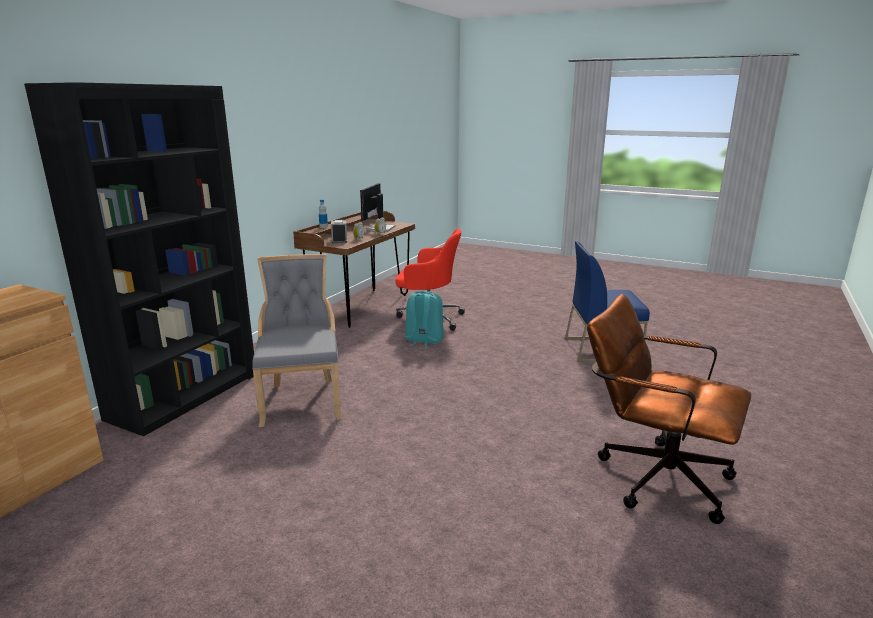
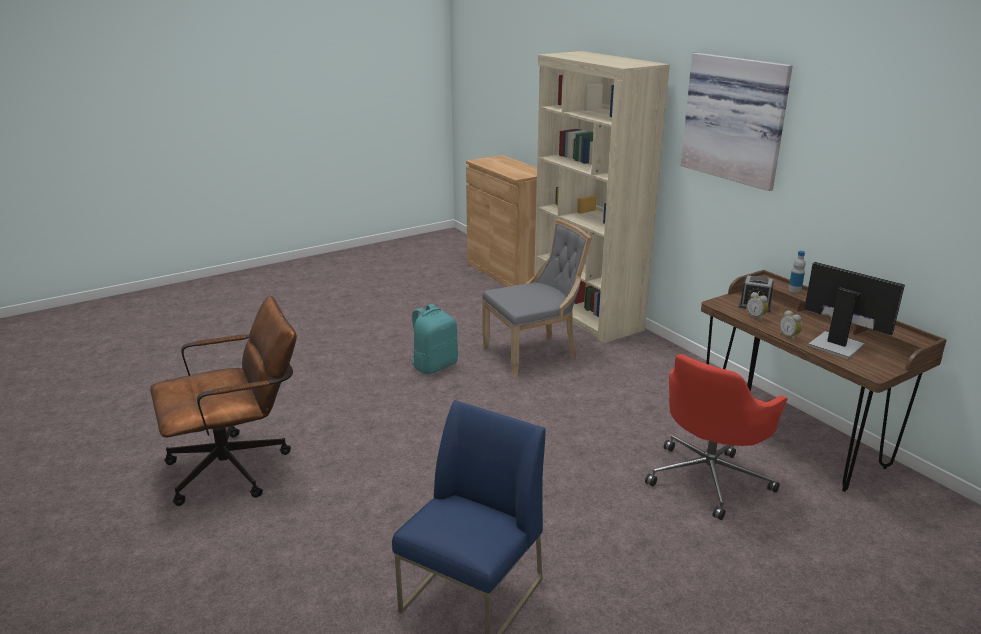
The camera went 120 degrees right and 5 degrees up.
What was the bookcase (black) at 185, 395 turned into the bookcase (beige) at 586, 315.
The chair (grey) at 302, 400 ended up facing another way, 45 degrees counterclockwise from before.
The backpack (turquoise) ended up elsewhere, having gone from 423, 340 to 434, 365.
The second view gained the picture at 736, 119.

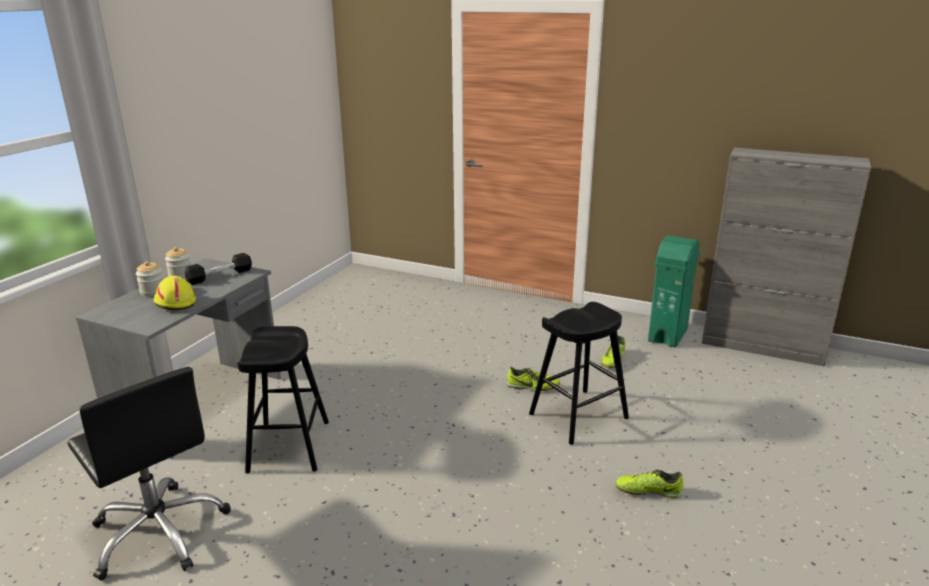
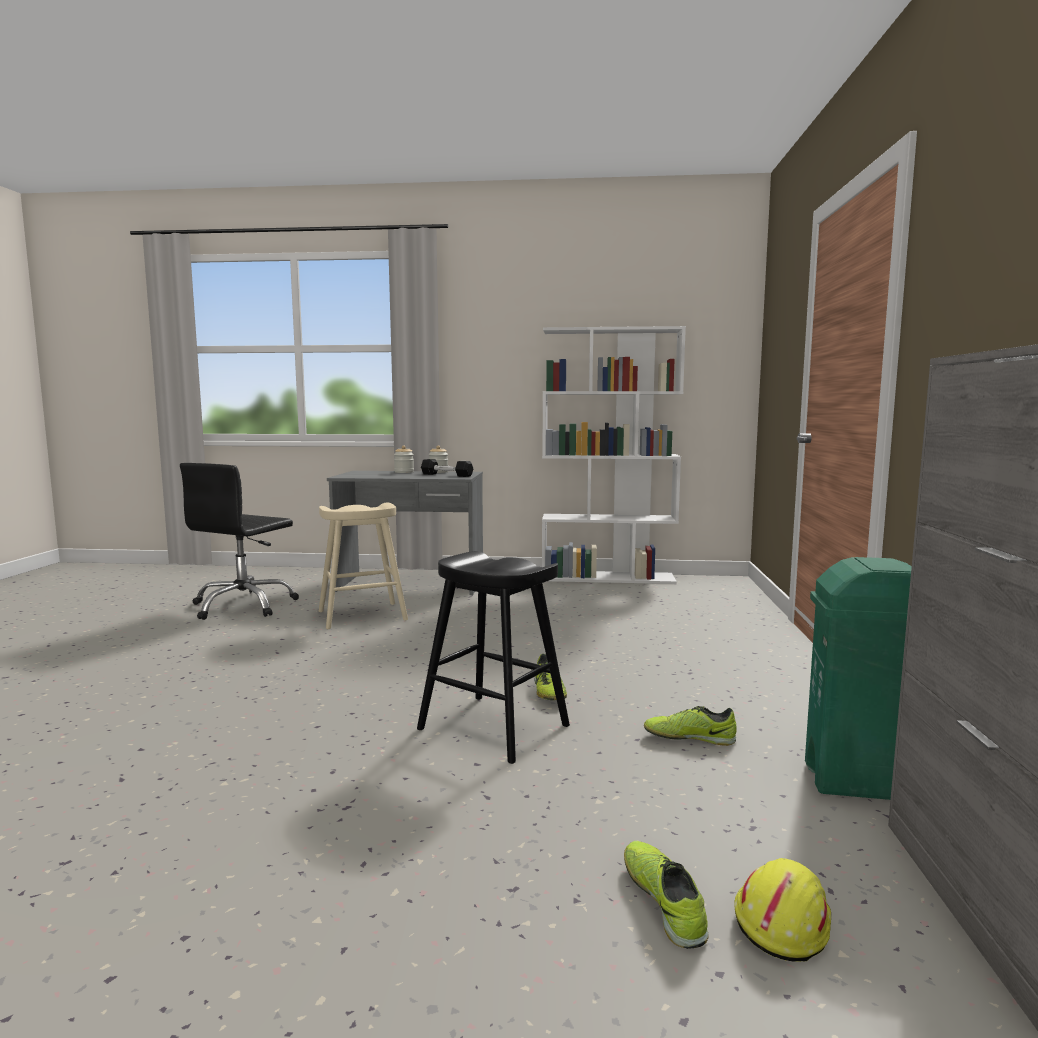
The camera went 70 degrees right and 15 degrees down.
The hard hat (yellow) ended up elsewhere, having gone from 174, 303 to 781, 922.
What was the stool (black) at 289, 446 turned into the stool (beige) at 362, 615.
The shoe ended up elsewhere, having gone from 648, 491 to 664, 901.
The second view gained the bookcase (white) at 608, 577.

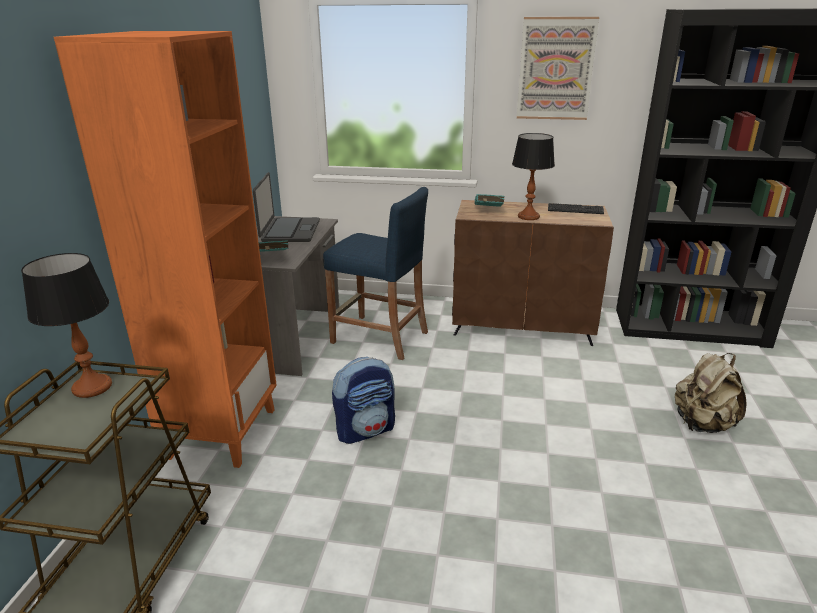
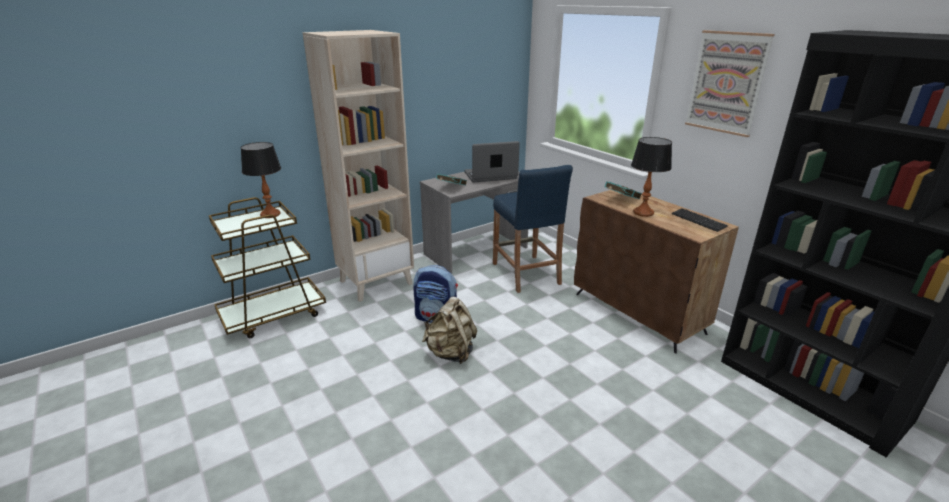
The camera went 45 degrees right and 0 degrees up.
What was the bookcase (orange) at 222, 432 turned into the bookcase (beige) at 376, 282.
The laptop at 289, 231 ended up facing another way, 150 degrees counterclockwise from before.
The backpack (beige) ended up elsewhere, having gone from 702, 424 to 451, 353.

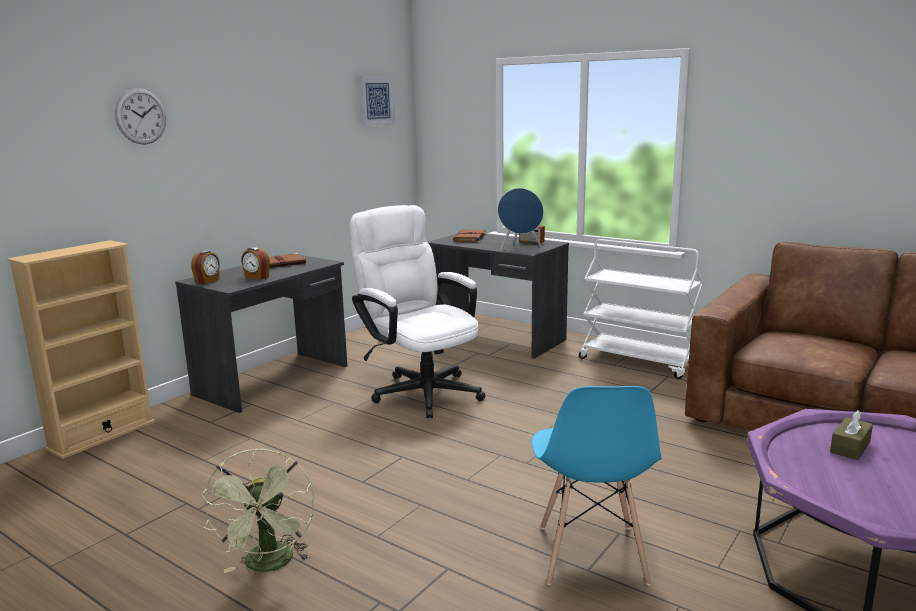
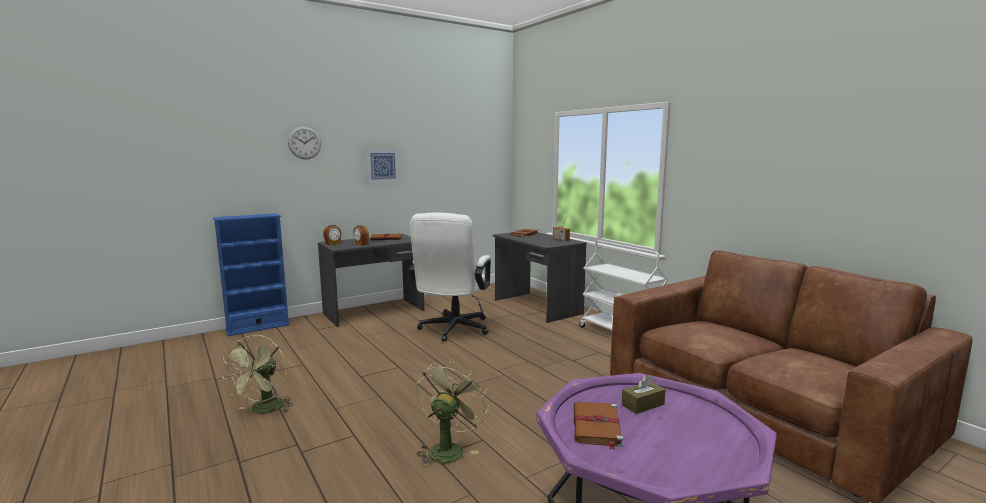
The camera went 20 degrees right and 5 degrees down.
The picture ended up elsewhere, having gone from 376, 100 to 382, 165.
The second view lost the speaker (blue) at 520, 247.
The office chair (white) at 421, 390 ended up facing another way, 150 degrees counterclockwise from before.
What was the bookcase (beige) at 102, 435 turned into the bookcase (blue) at 258, 327.
Where the chair (blue) stood at 591, 555, the fan (green) came to stand at 448, 449.
The second view gained the book (brown) at 596, 427.

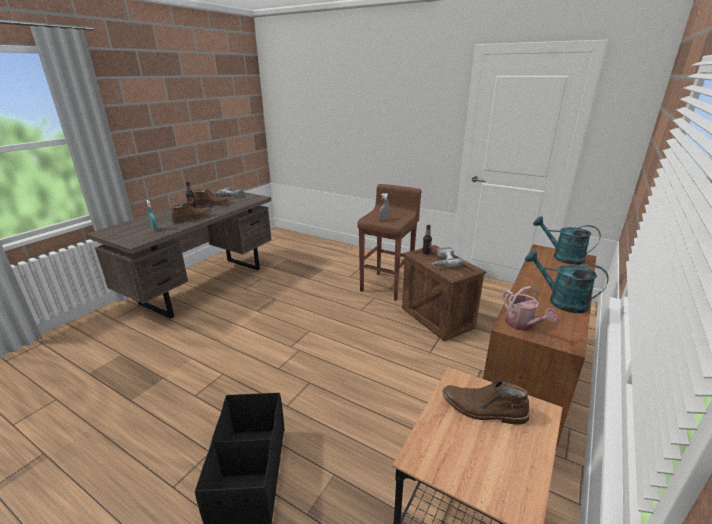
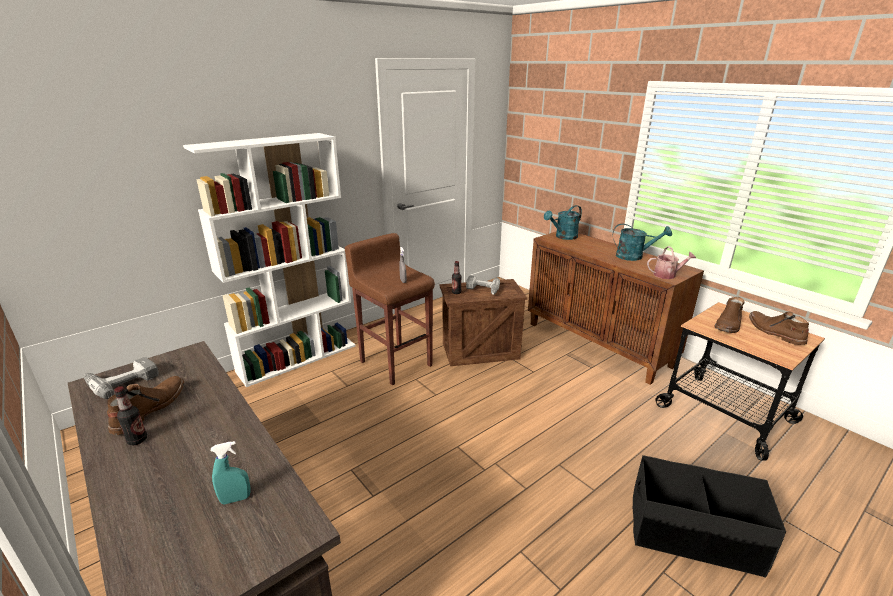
The camera went 70 degrees left and 0 degrees up.
The boot (brown) ended up elsewhere, having gone from 192, 218 to 774, 332.
The watering can (turquoise) at 560, 301 ended up facing another way, 135 degrees counterclockwise from before.
The second view gained the bookcase (white) at 298, 358.

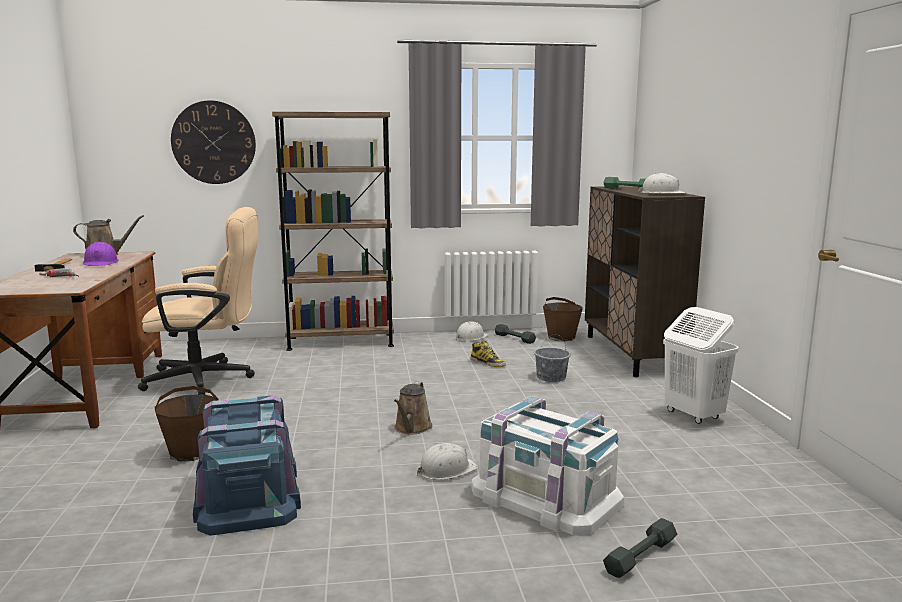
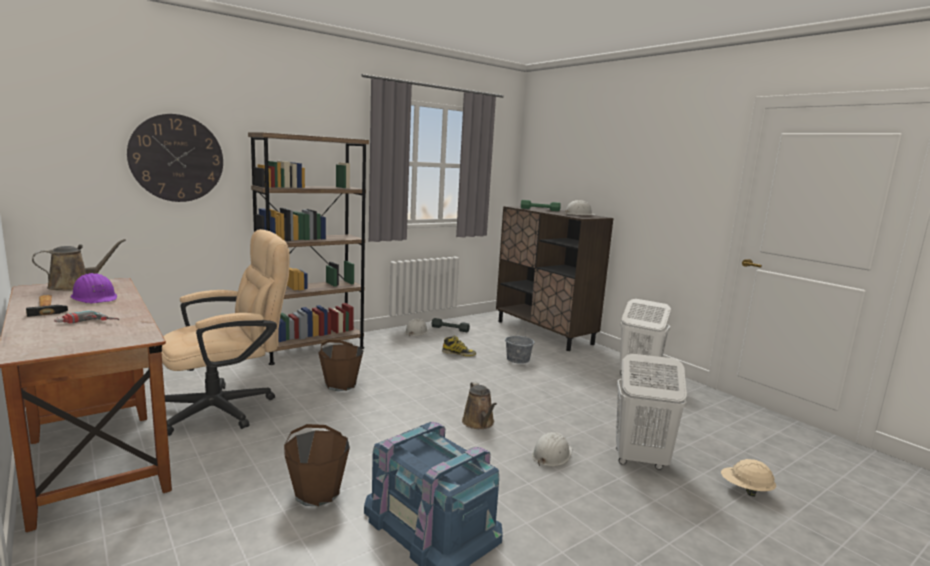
The camera went 30 degrees left and 0 degrees up.
The bucket (brown) ended up elsewhere, having gone from 561, 337 to 340, 384.
Where the storage box (white) stood at 545, 497, the laundry basket (white) came to stand at 639, 460.
Where the dumbbell (grey) stood at 640, 556, the hard hat (beige) came to stand at 745, 490.

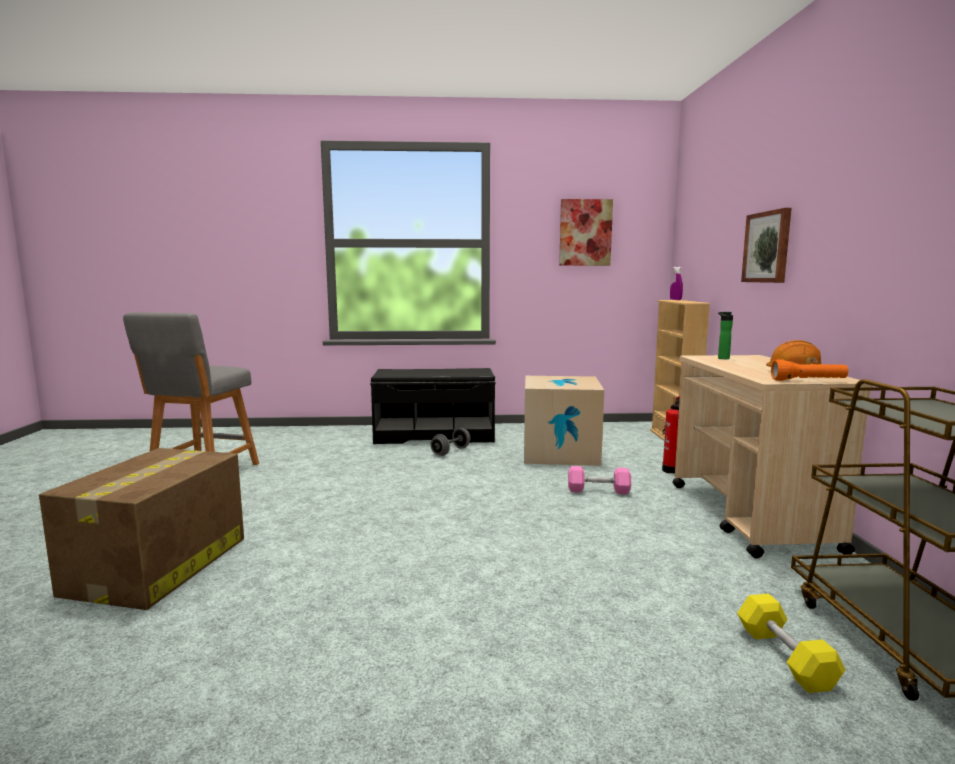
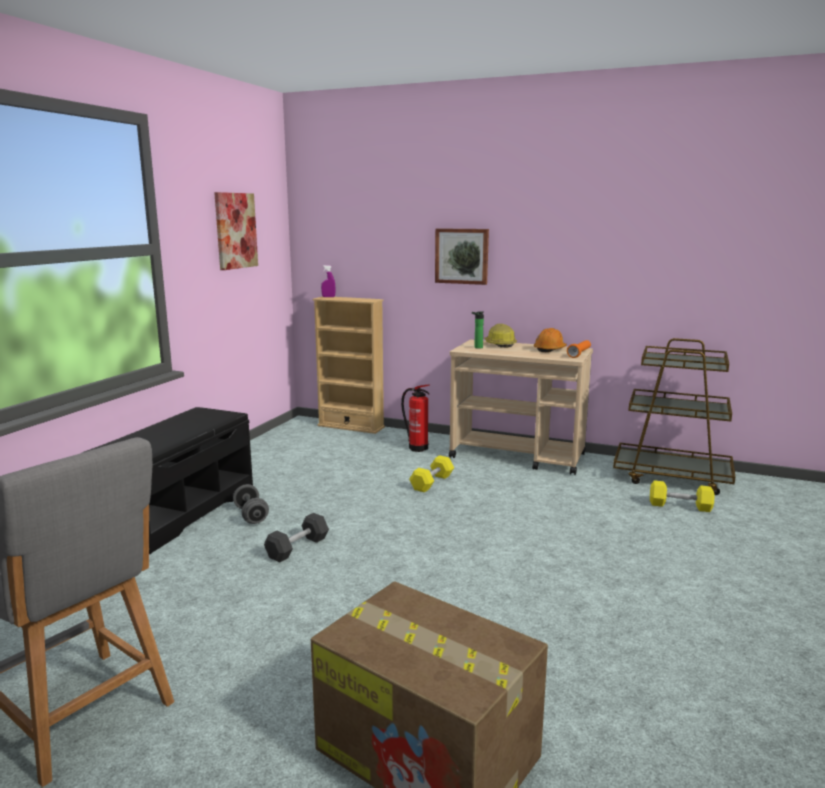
The camera went 65 degrees left and 5 degrees up.
The second view lost the cardboard box at 560, 453.
What was the dumbbell (pink) at 598, 490 turned into the dumbbell (yellow) at 432, 482.
The second view gained the hard hat at 499, 344.
The second view gained the dumbbell (grey) at 297, 548.

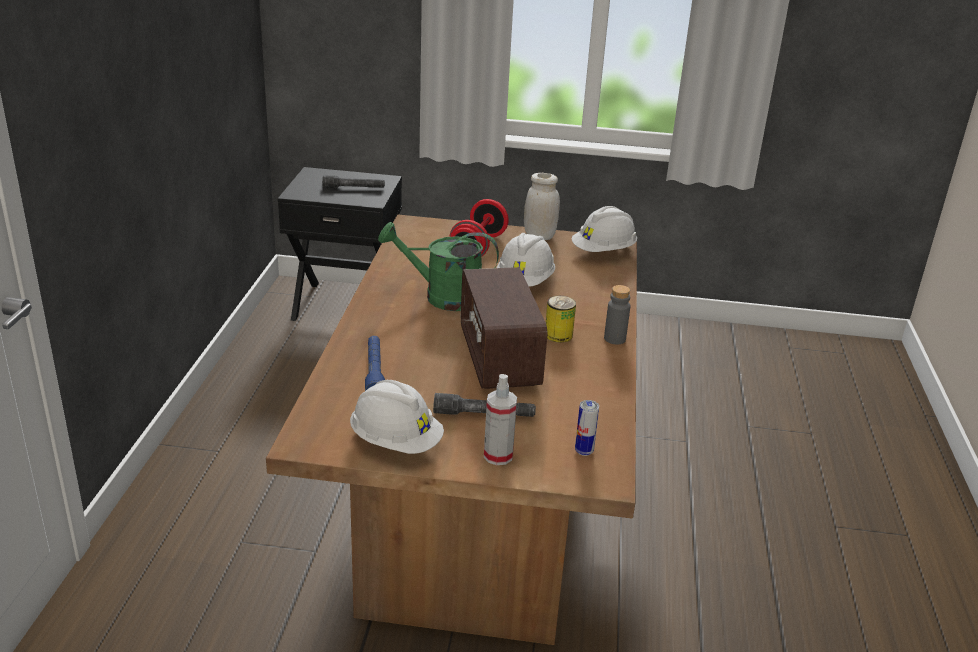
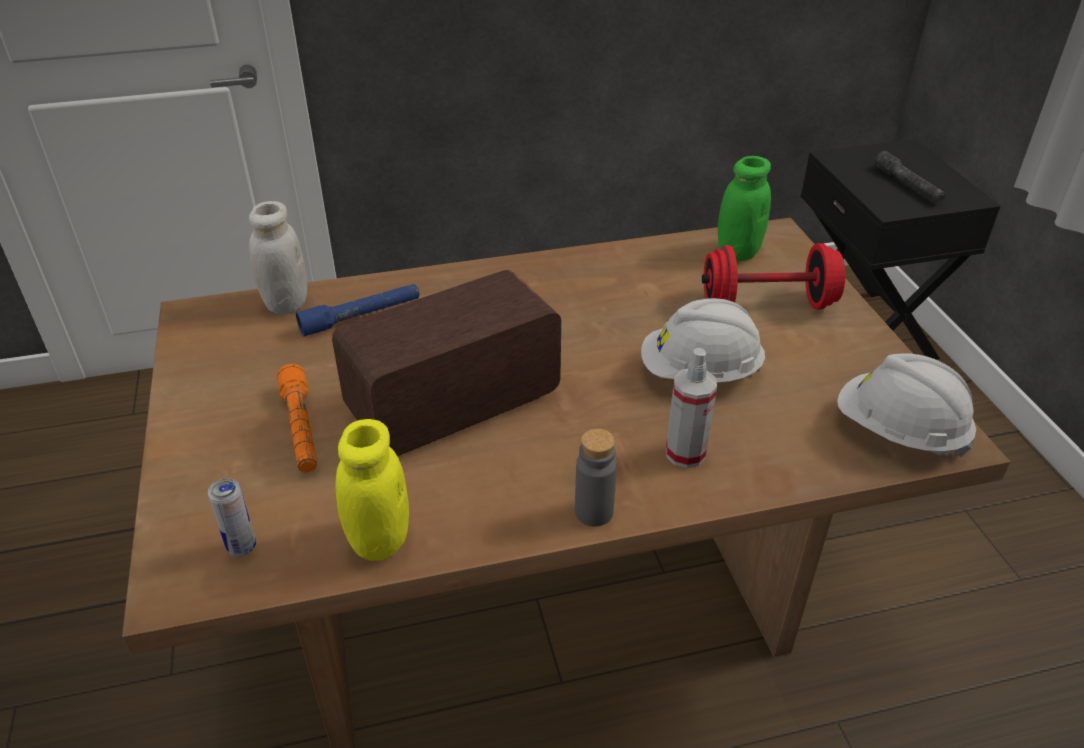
The camera went 70 degrees right and 10 degrees up.
The jar (white) ended up elsewhere, having gone from 539, 236 to 286, 303.
The second view lost the watering can (green) at 442, 297.
The second view lost the can at 558, 335.
The spray bottle ended up elsewhere, having gone from 498, 456 to 685, 453.
The second view lost the hard hat (white) at 396, 442.
What was the flashlight (grey) at 484, 415 turned into the flashlight (orange) at 301, 428.
The second view gained the jar (green) at 738, 252.
The second view gained the jar (yellow) at 379, 540.

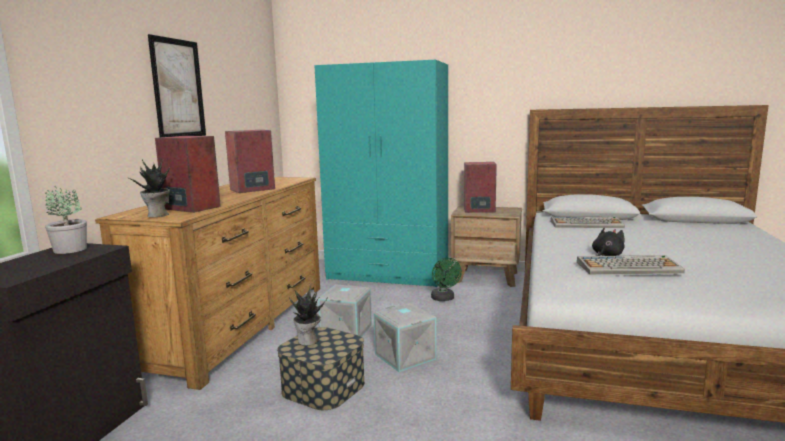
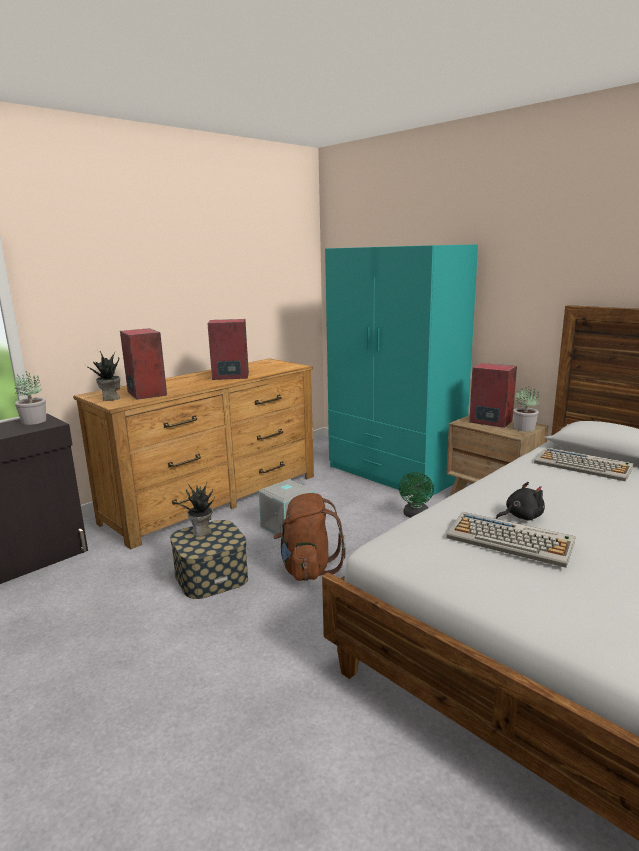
The camera went 30 degrees right and 5 degrees up.
The second view lost the picture at 178, 89.
Where the storage box (grey) stood at 406, 356, the backpack (brown) came to stand at 308, 568.
The second view gained the potted plant at 524, 428.

